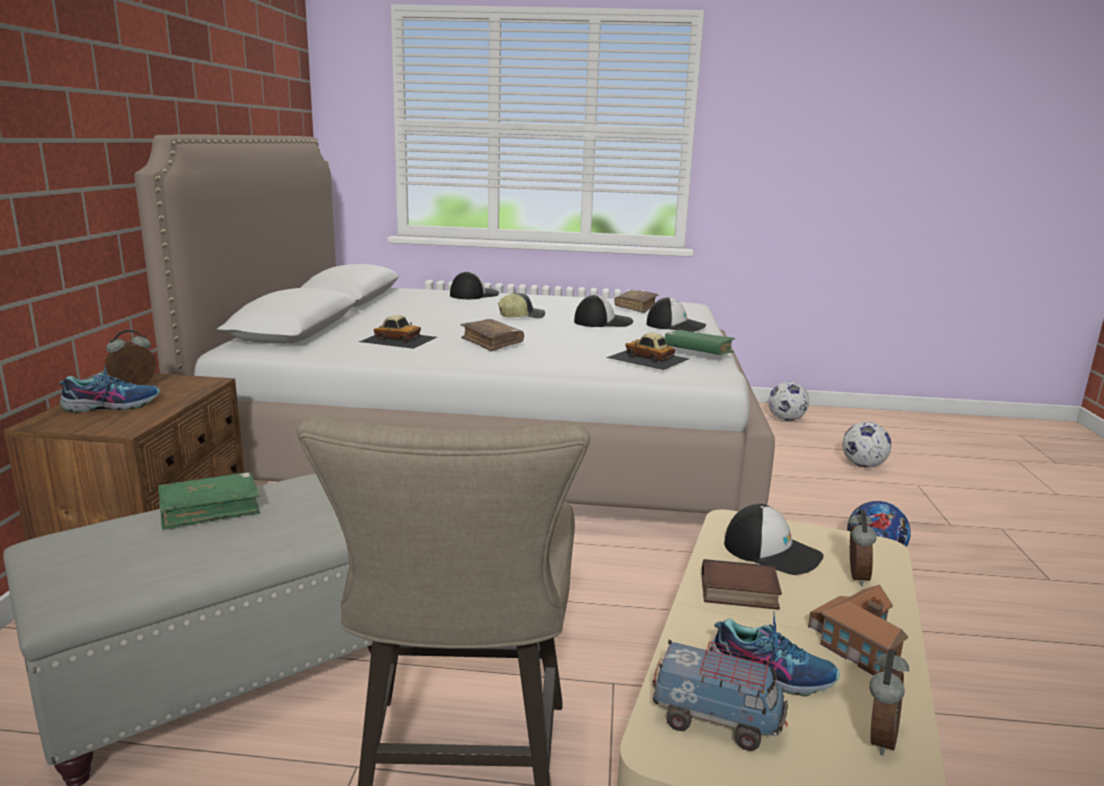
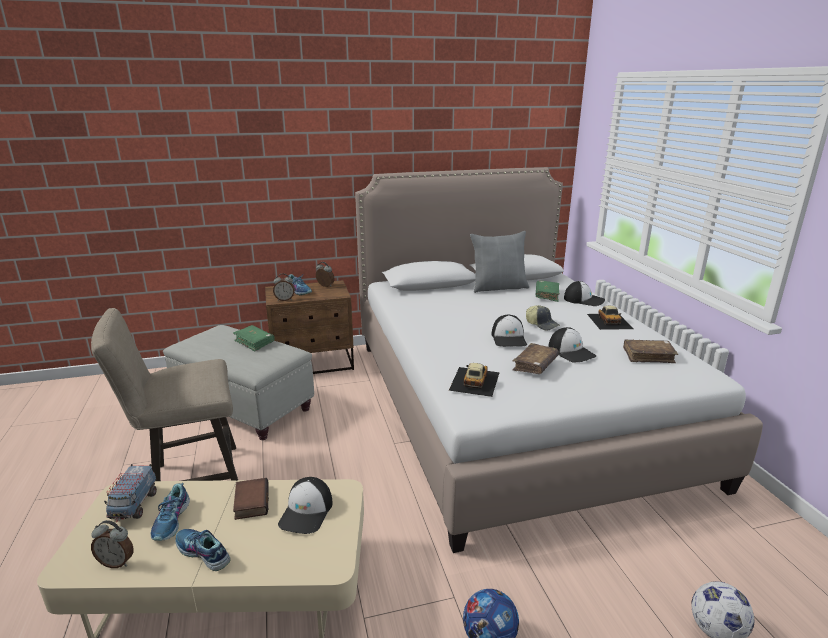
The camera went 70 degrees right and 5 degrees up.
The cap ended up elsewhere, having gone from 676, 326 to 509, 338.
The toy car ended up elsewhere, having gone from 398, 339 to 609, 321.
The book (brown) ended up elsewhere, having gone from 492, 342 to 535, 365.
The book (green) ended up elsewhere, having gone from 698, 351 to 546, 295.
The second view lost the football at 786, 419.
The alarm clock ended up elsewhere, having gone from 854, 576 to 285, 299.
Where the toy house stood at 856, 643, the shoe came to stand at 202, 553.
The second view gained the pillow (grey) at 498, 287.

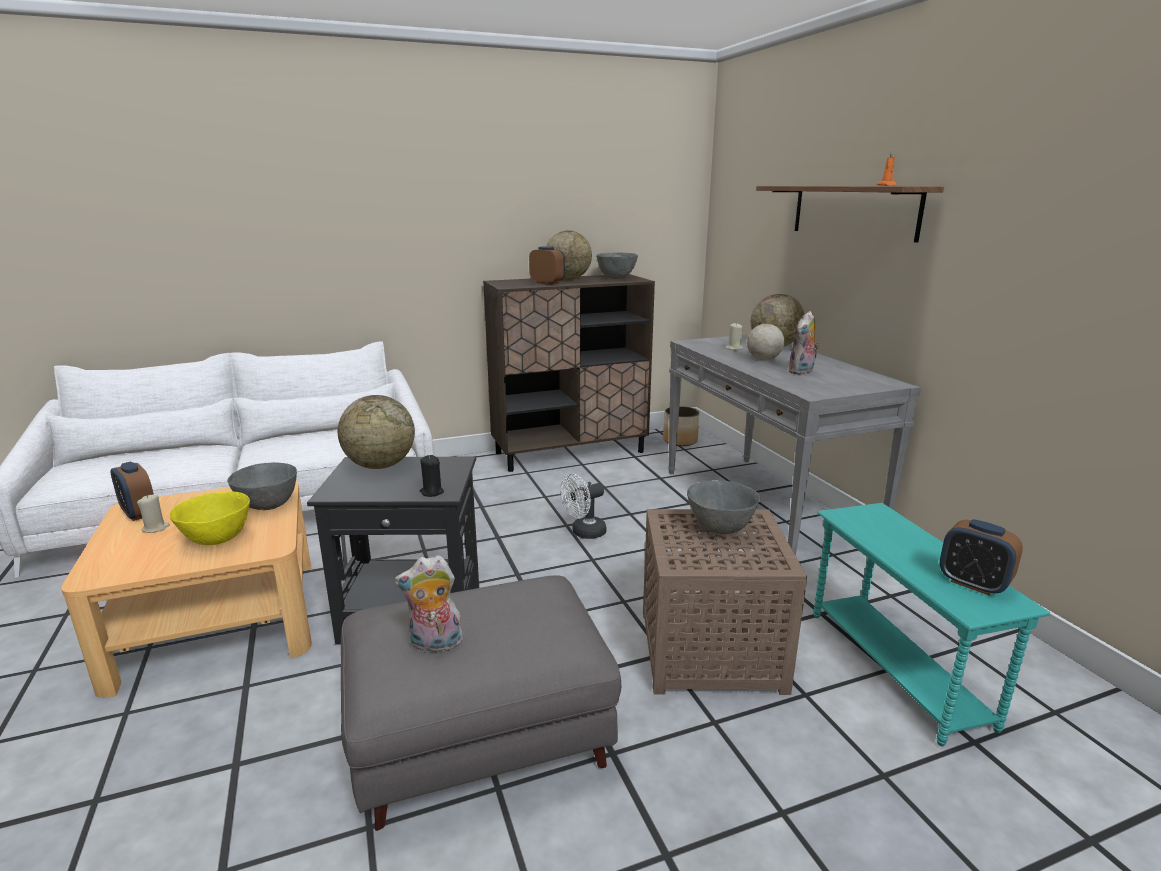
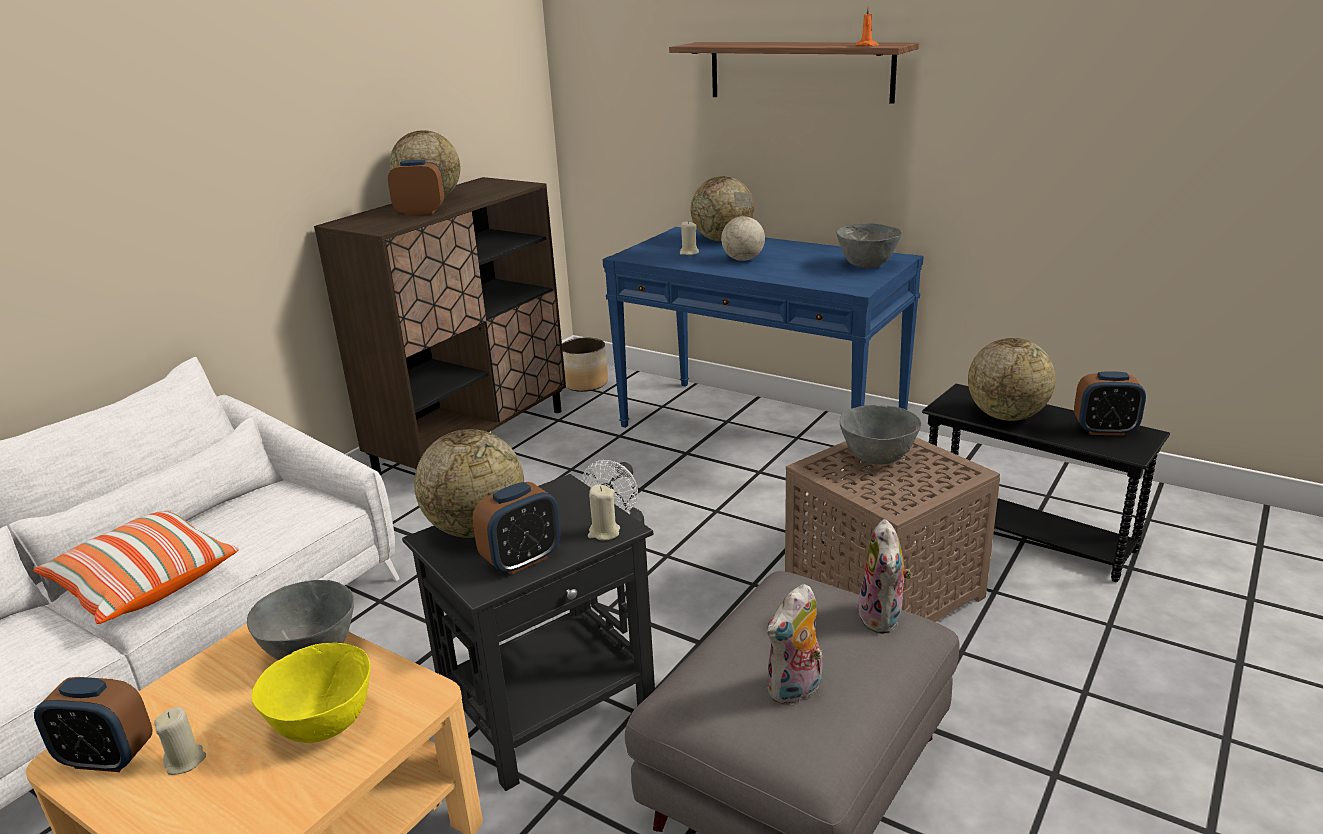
The camera went 35 degrees left and 5 degrees up.
The bowl (grey) ended up elsewhere, having gone from 616, 278 to 866, 265.
The plush toy ended up elsewhere, having gone from 802, 372 to 883, 619.
What was the console table (grey) at 765, 506 turned into the console table (blue) at 761, 429.
What was the candle (black) at 432, 492 turned into the candle (beige) at 604, 533.
What was the side table (turquoise) at 897, 667 turned into the side table (black) at 1026, 534.
The second view gained the globe at 1006, 416.
The second view gained the alarm clock at 522, 560.
The second view gained the pillow at 143, 584.

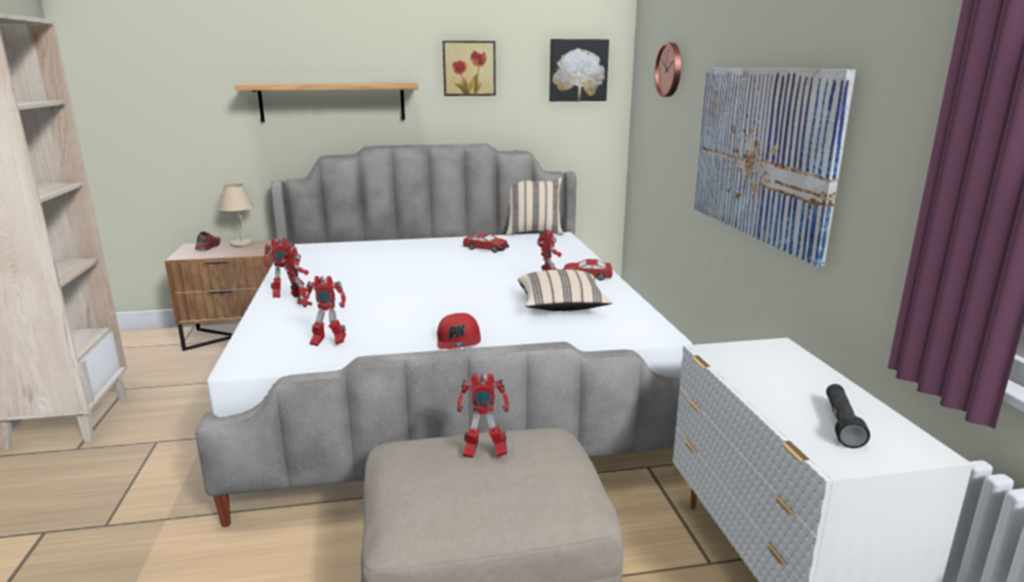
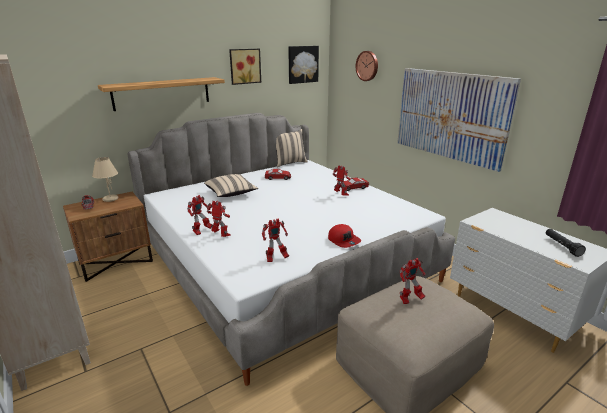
The camera went 25 degrees left and 5 degrees up.
The pillow (beige) ended up elsewhere, having gone from 561, 307 to 231, 194.

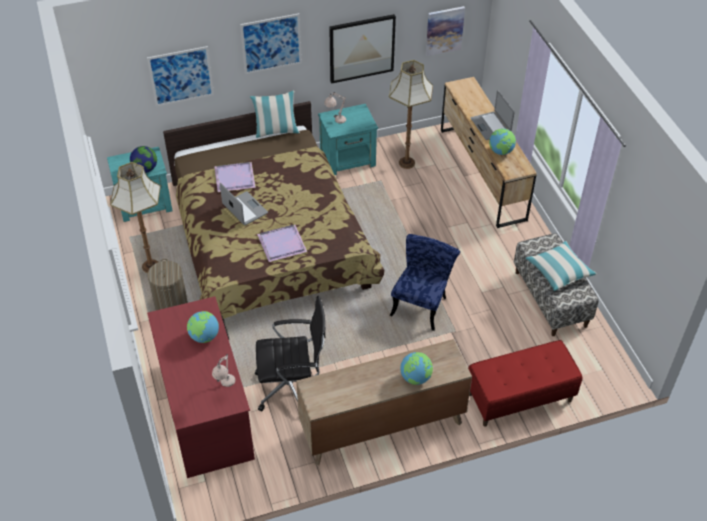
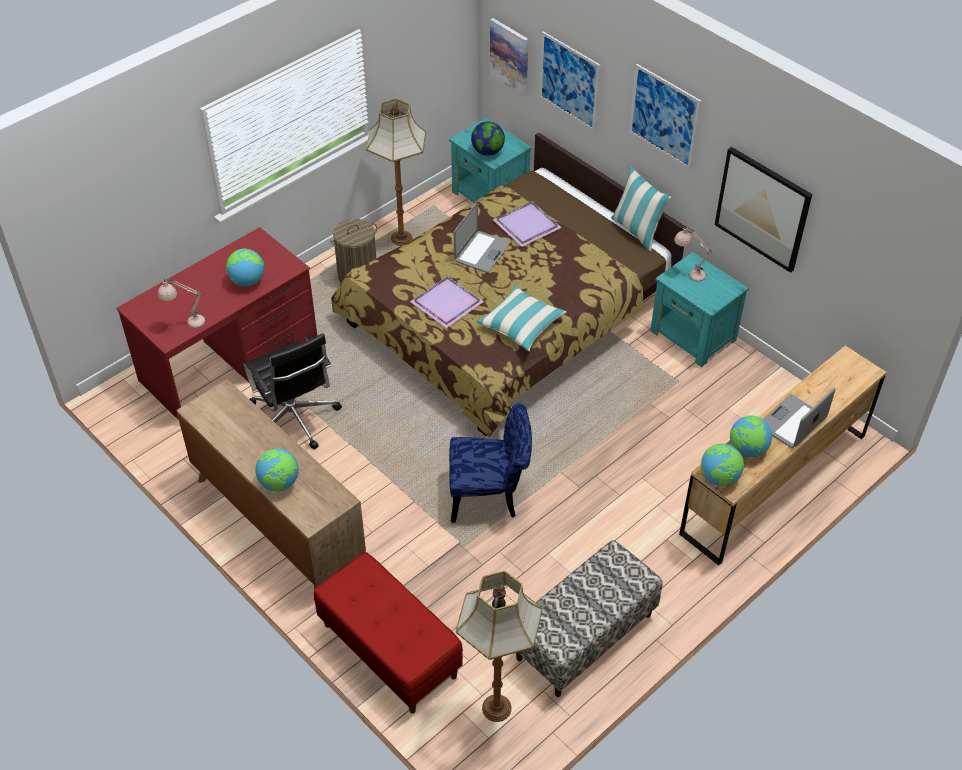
The camera went 65 degrees right and 0 degrees up.
The picture ended up elsewhere, having gone from 444, 30 to 509, 57.
The floor lamp ended up elsewhere, having gone from 407, 162 to 498, 708.
The pillow ended up elsewhere, having gone from 559, 271 to 521, 325.
The second view gained the globe at 719, 478.

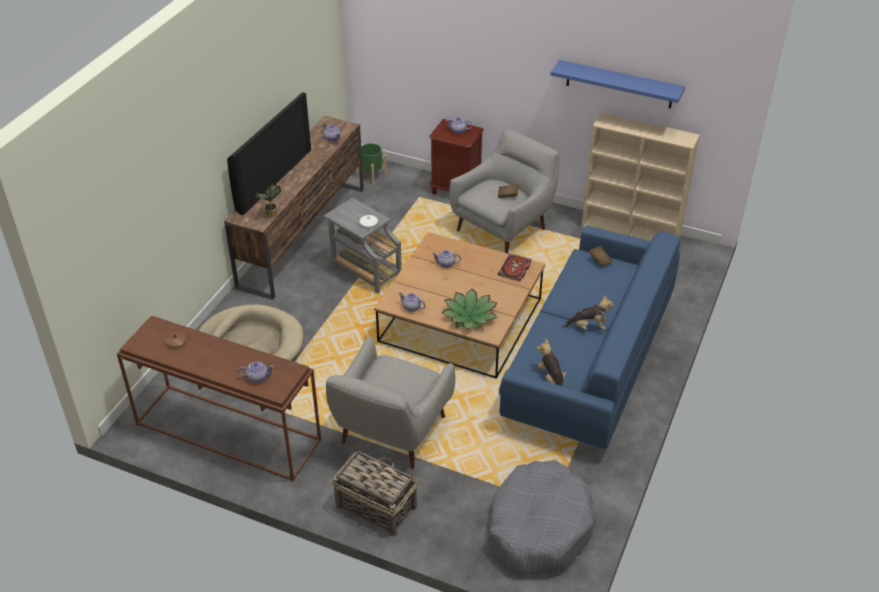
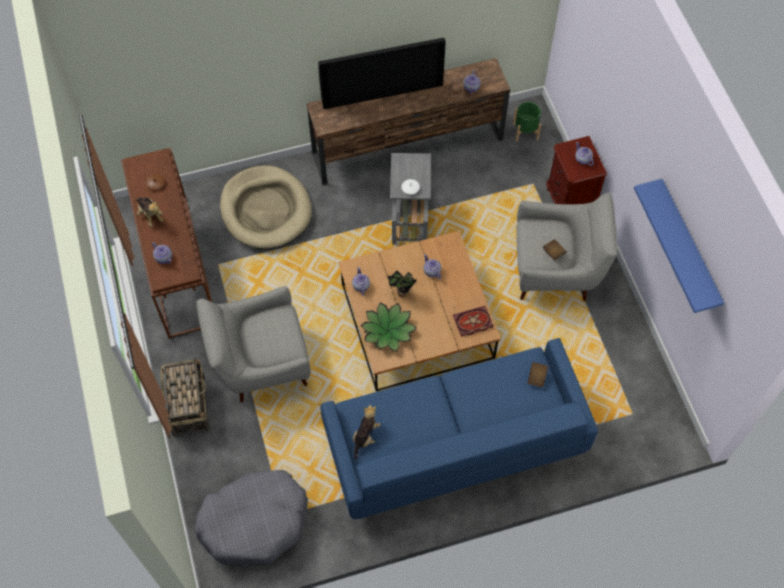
The camera went 50 degrees right and 20 degrees up.
The second view lost the bookcase (beige) at 631, 232.
The potted plant ended up elsewhere, having gone from 271, 215 to 401, 293.
The plush toy ended up elsewhere, having gone from 588, 327 to 150, 215.

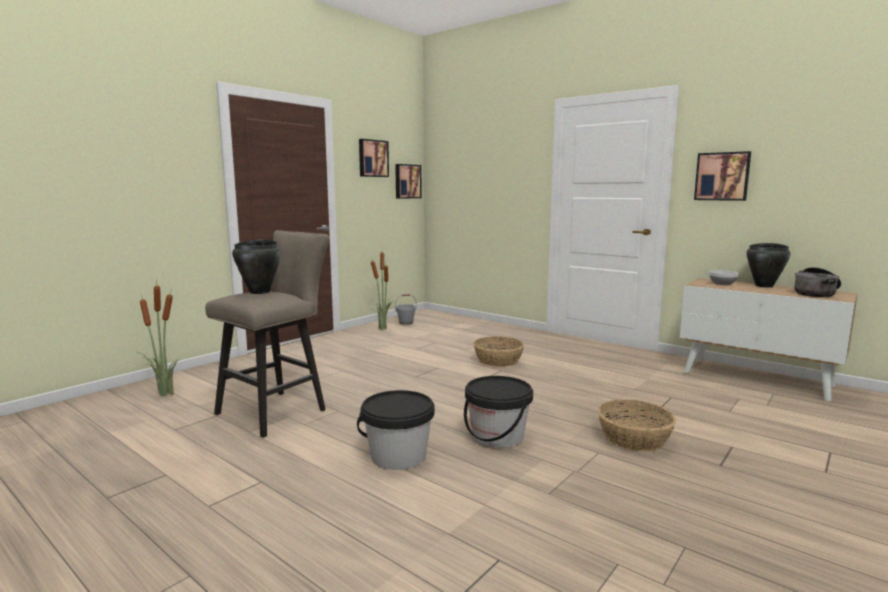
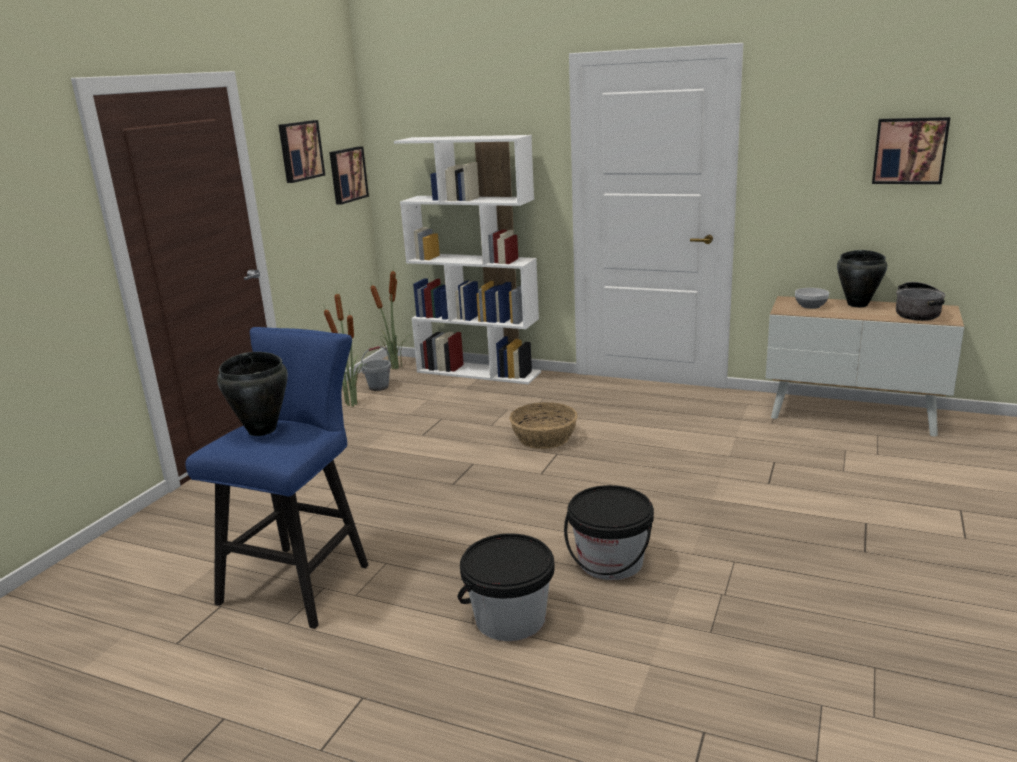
The camera went 15 degrees left and 10 degrees up.
The picture ended up elsewhere, having gone from 722, 176 to 909, 150.
What was the stool (beige) at 278, 410 turned into the stool (blue) at 303, 579.
The potted plant ended up elsewhere, having gone from 164, 394 to 395, 367.
The second view lost the basket at 634, 438.
The second view gained the bookcase (white) at 479, 372.

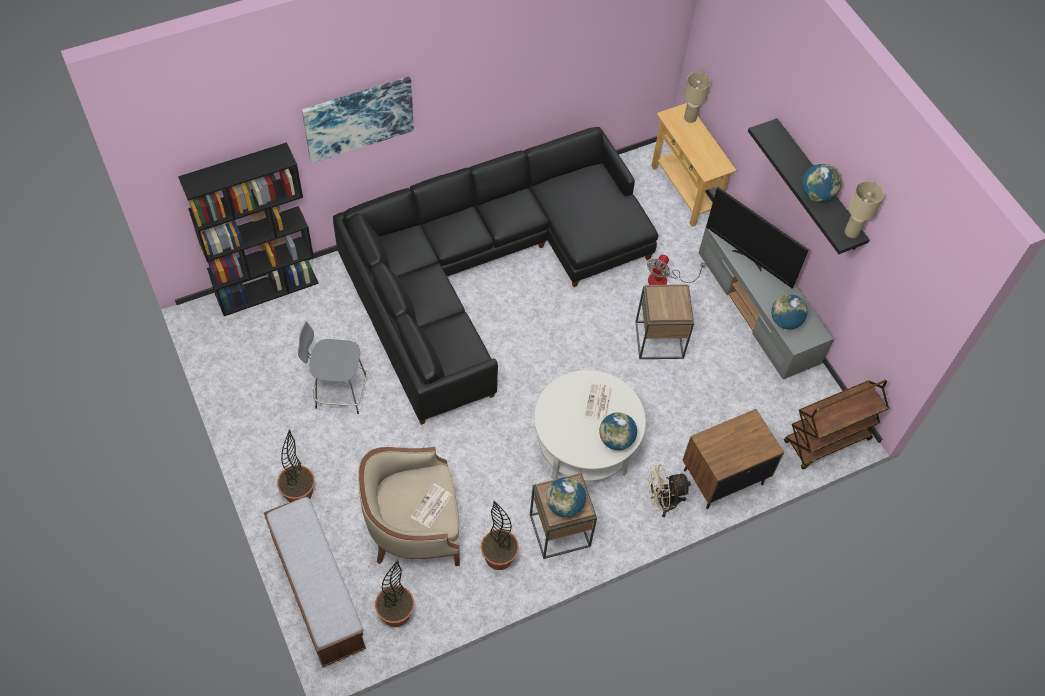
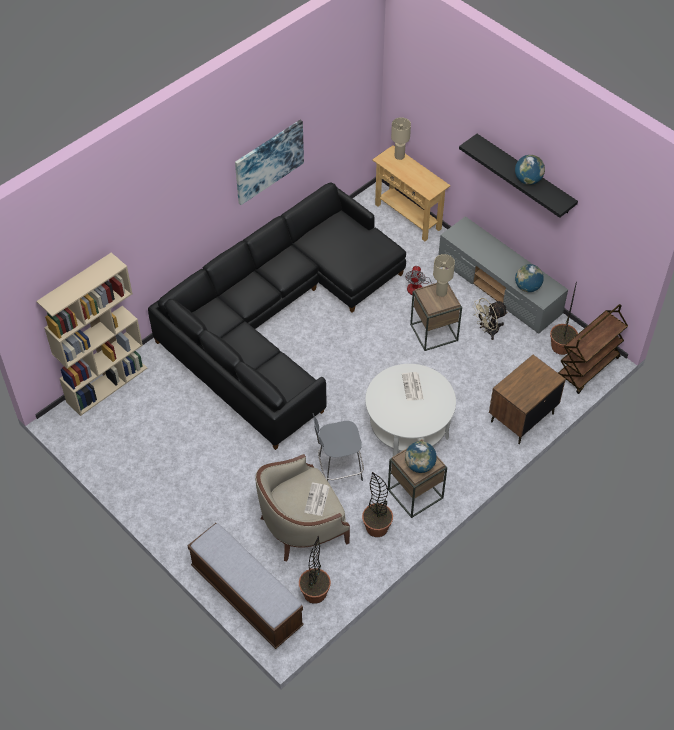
The camera went 15 degrees left and 5 degrees down.
The picture ended up elsewhere, having gone from 358, 118 to 269, 161.
What was the bookcase (black) at 267, 288 turned into the bookcase (beige) at 107, 384.
The table lamp (beige) ended up elsewhere, having gone from 851, 232 to 441, 292.
The second view lost the television at 749, 259.
The stool (grey) ended up elsewhere, having gone from 339, 392 to 338, 468.
The second view lost the globe at 616, 440.
The potted plant ended up elsewhere, having gone from 299, 493 to 561, 346.
The fan (beige) ended up elsewhere, having gone from 662, 502 to 488, 330.

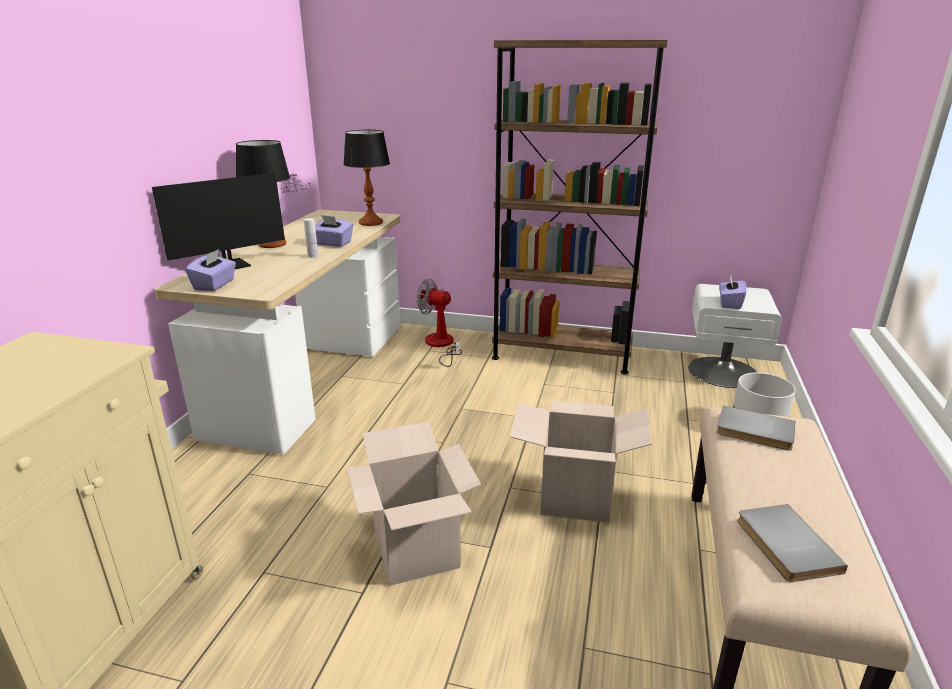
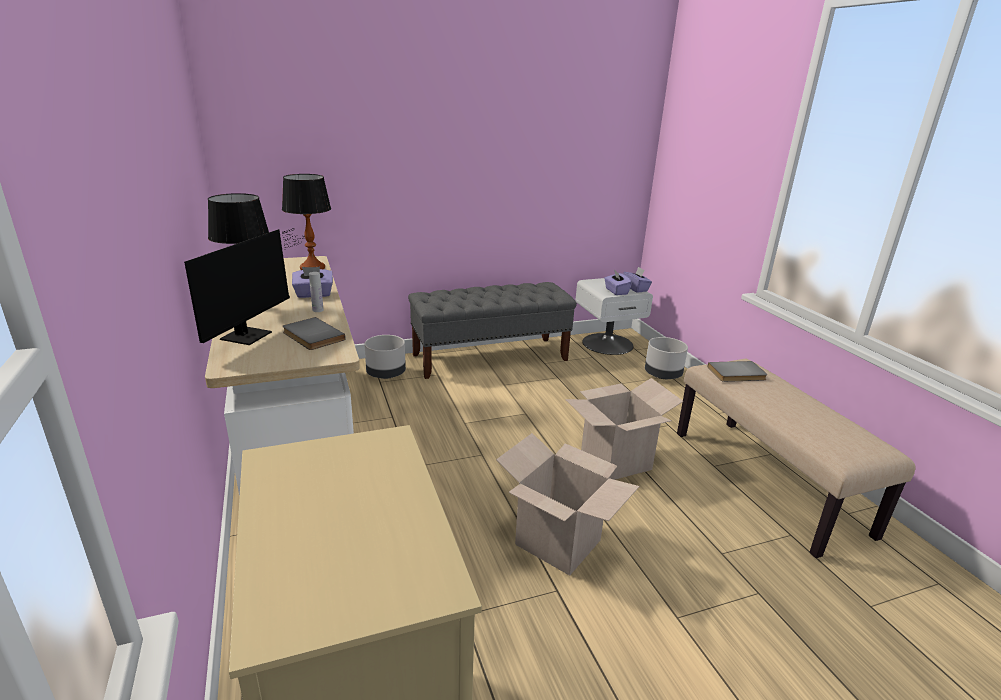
The camera went 35 degrees left and 0 degrees up.
Where the bookcase (brown) stood at 561, 354, the bench (grey) came to stand at 490, 357.
The tissue box (purple) ended up elsewhere, having gone from 215, 285 to 636, 288.
Where the fan stood at 441, 345, the planter (grey) came to stand at 386, 374.
The book (grey) ended up elsewhere, having gone from 784, 545 to 311, 336.

